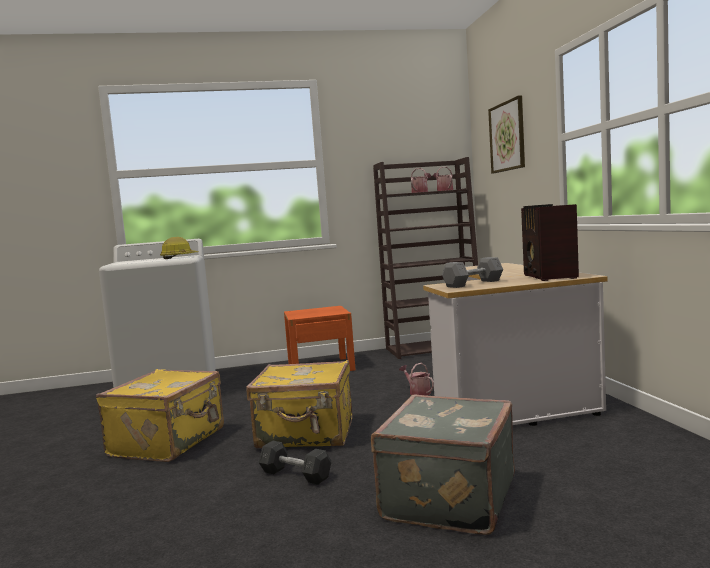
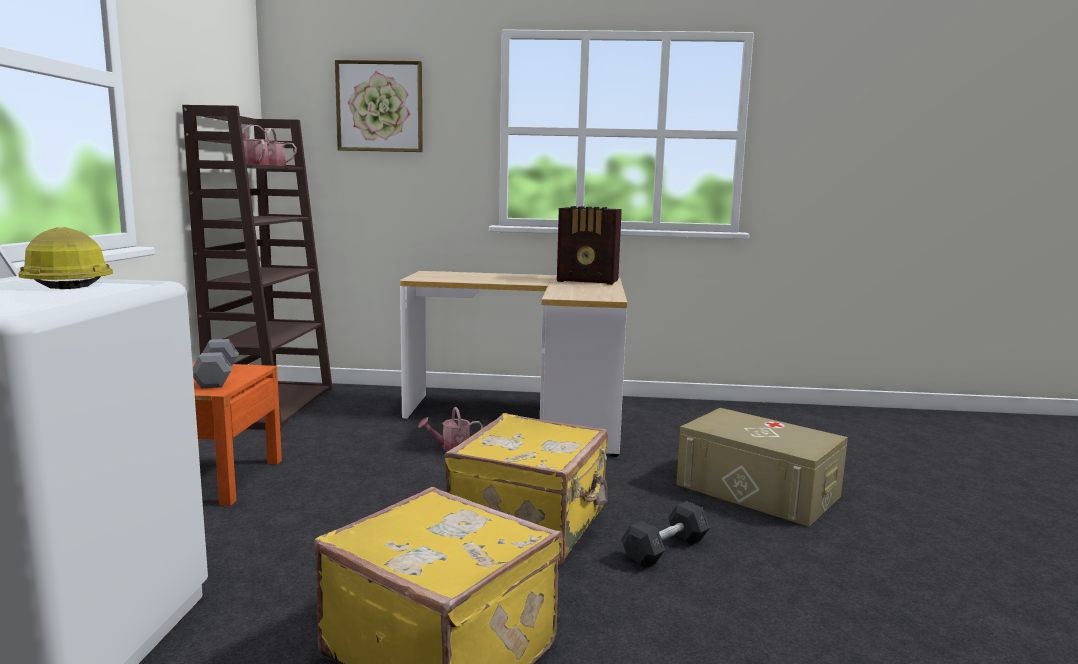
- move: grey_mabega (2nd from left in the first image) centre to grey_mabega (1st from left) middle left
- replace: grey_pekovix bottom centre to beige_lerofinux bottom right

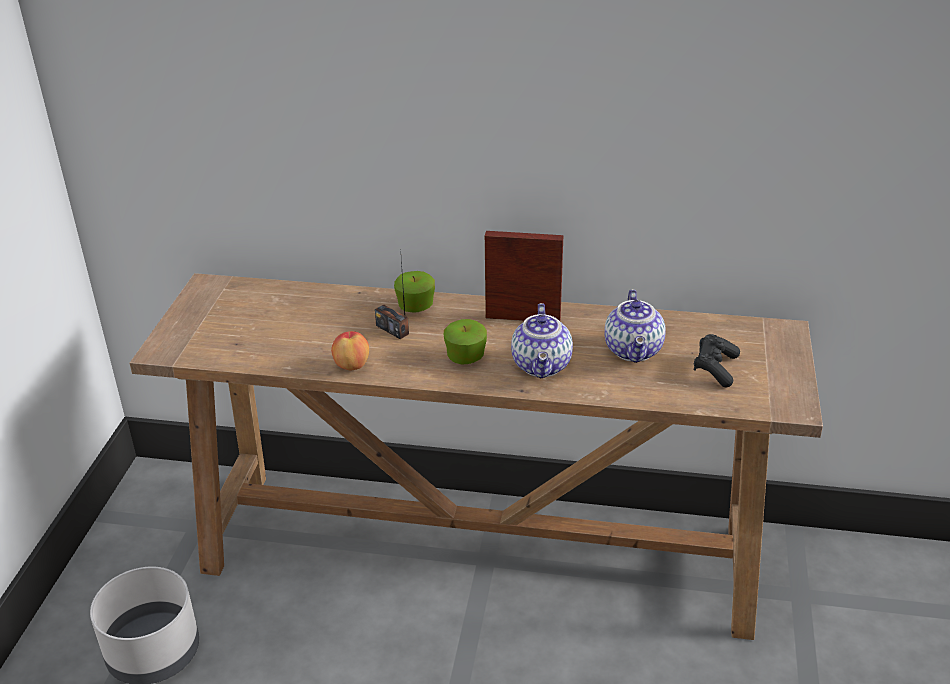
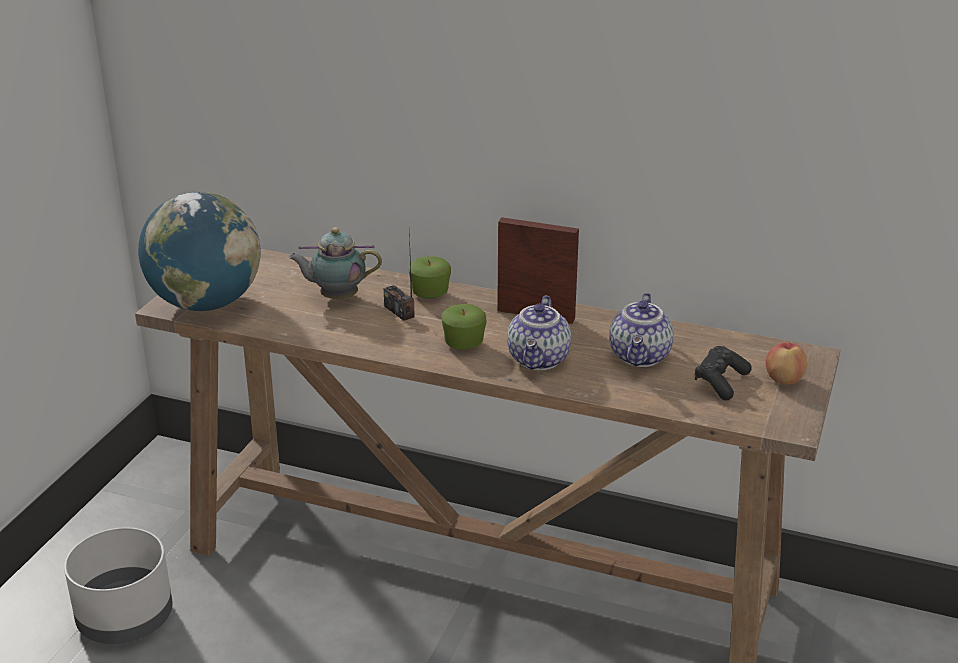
- move: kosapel (1st from left in the first image) centre to kosapel (3rd from left) middle right
- insert: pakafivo middle left
- insert: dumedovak (1st from left) centre

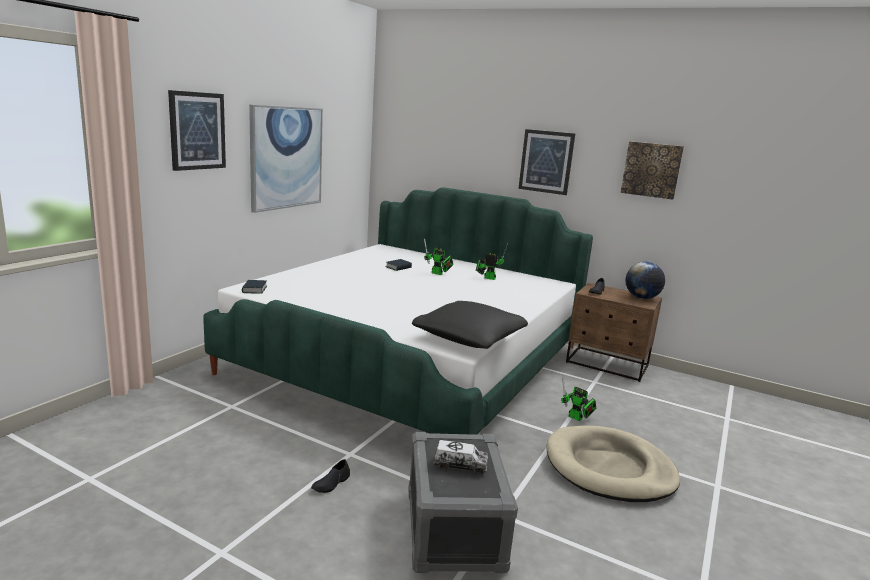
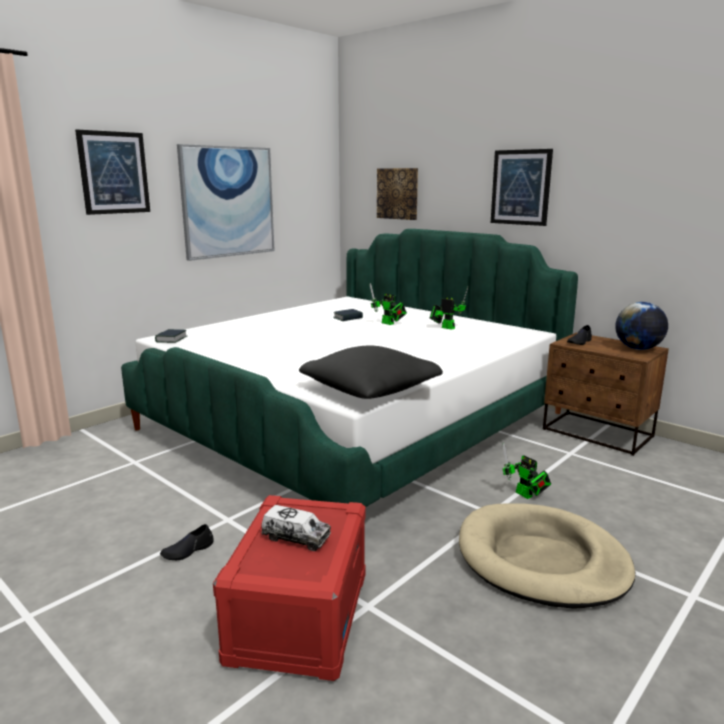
- move: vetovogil (4th from left in the first image) top right to vetovogil (3rd from left) top centre
- recolor: grey_lerofinux bottom centre to red_lerofinux bottom centre

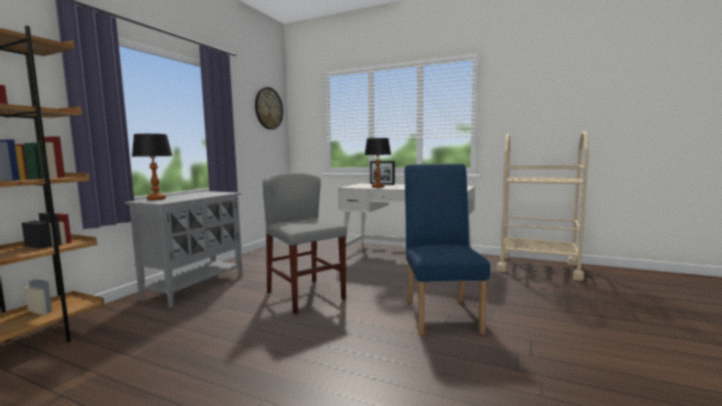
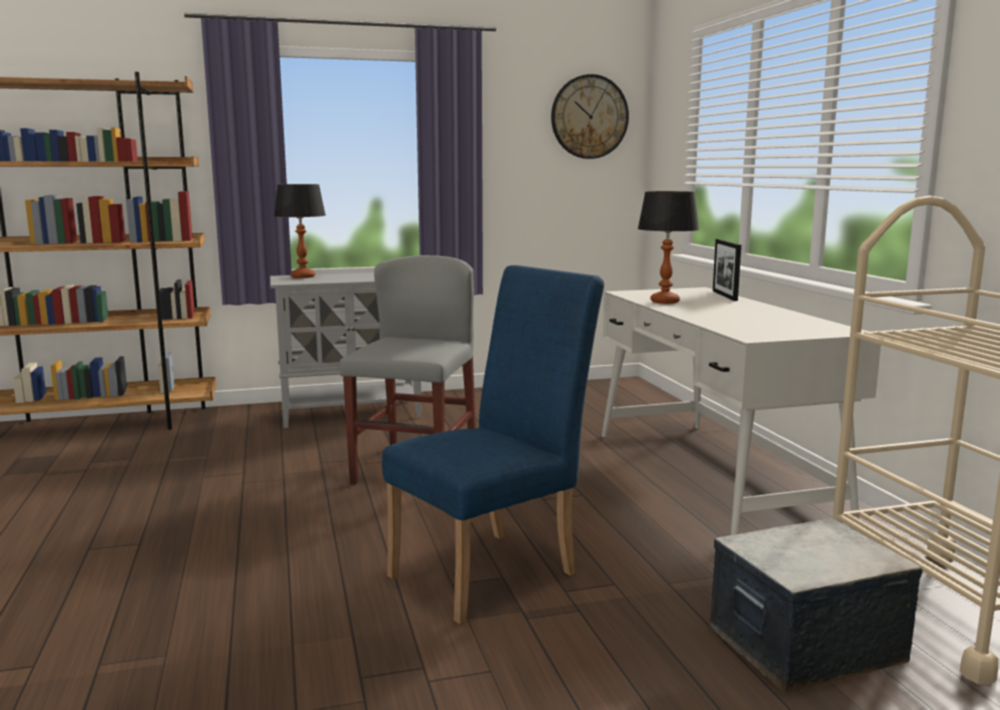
- insert: lerofinux bottom right

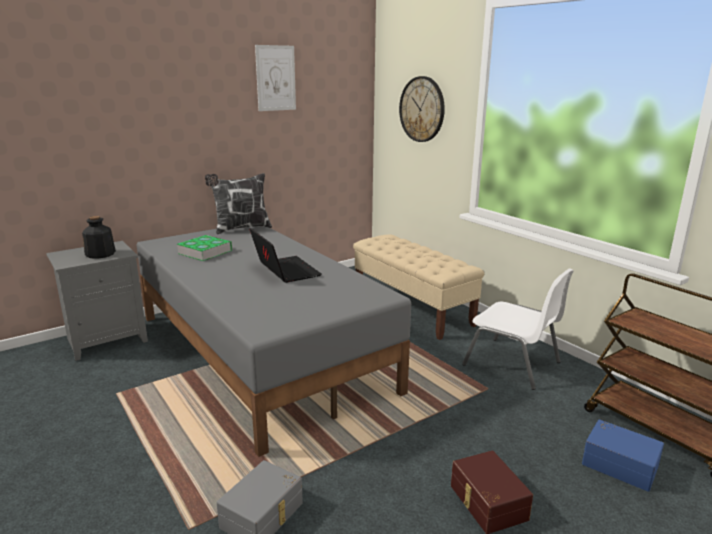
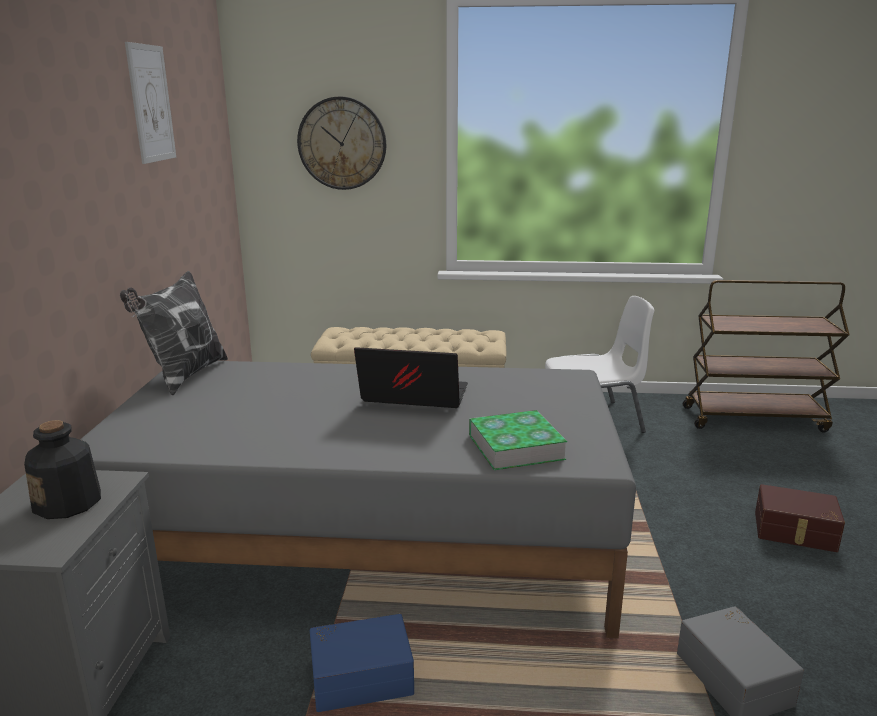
- move: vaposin middle left to centre
- move: blue_lerofinux bottom right to bottom centre

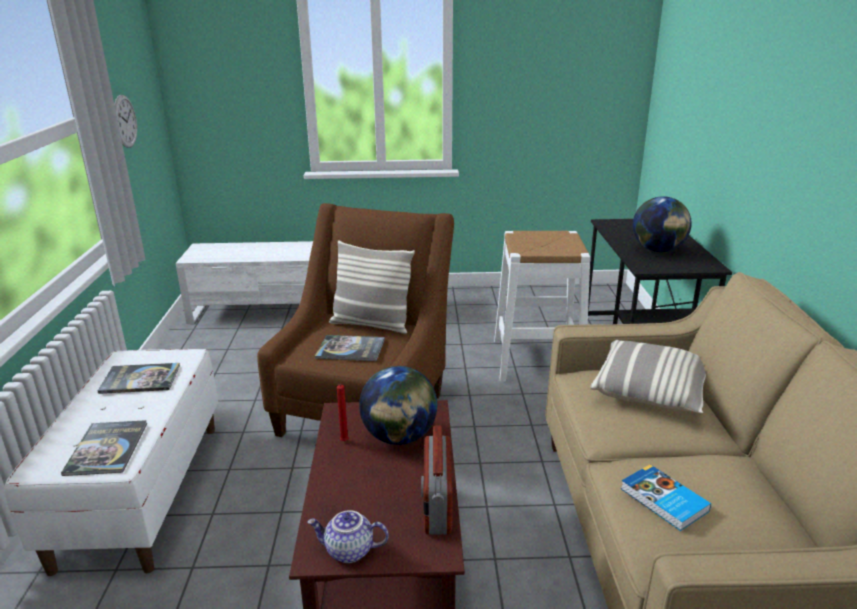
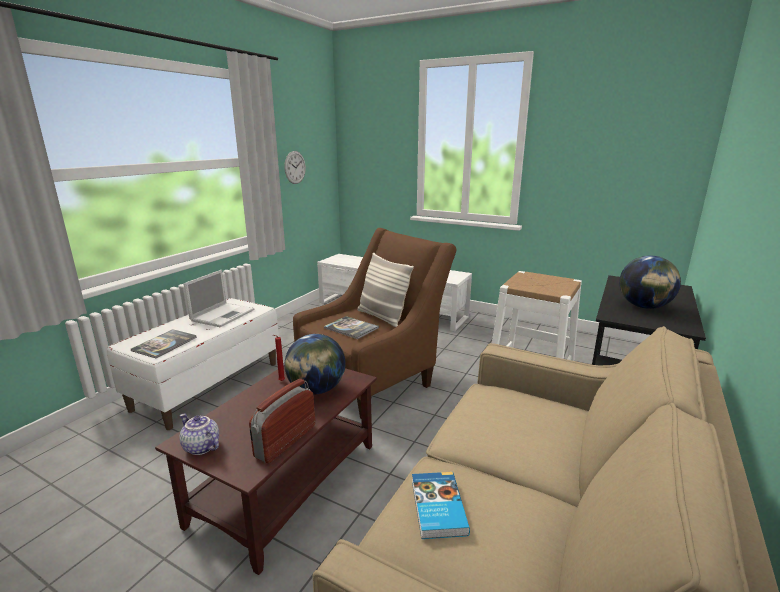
- delete: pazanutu (2nd from left) middle right
- replace: vaposin (2nd from left) middle left to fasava middle left

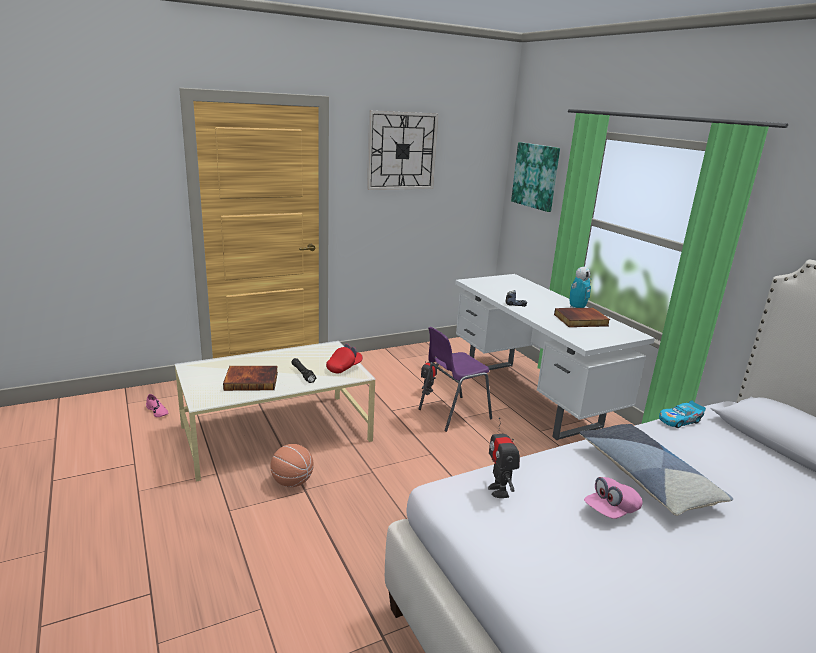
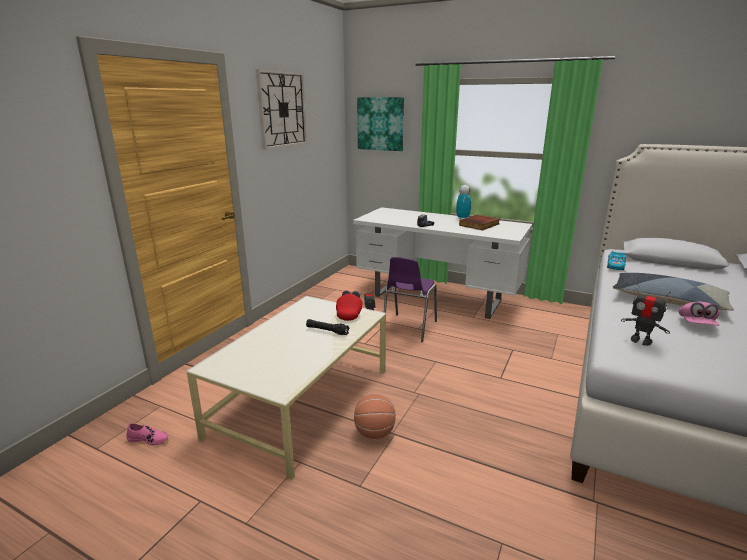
- delete: vaposin (1st from left) middle left

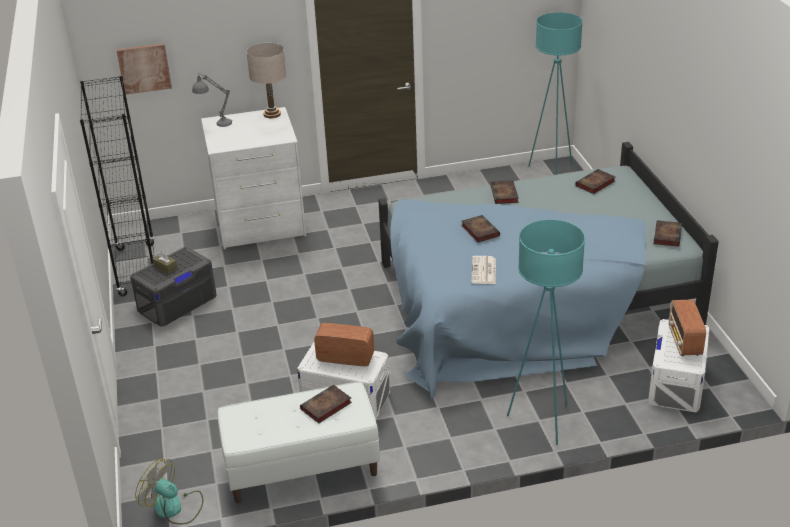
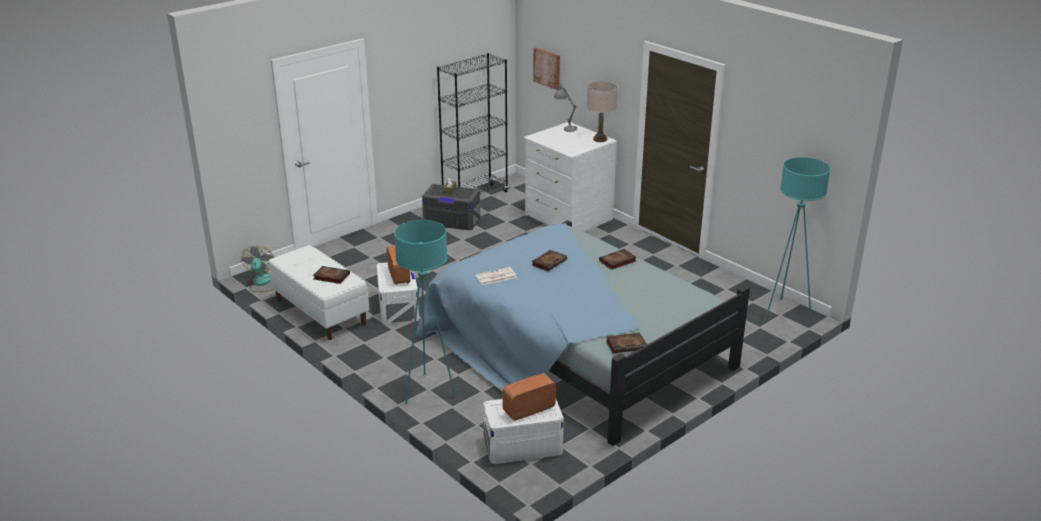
- delete: vaposin (4th from left) middle right

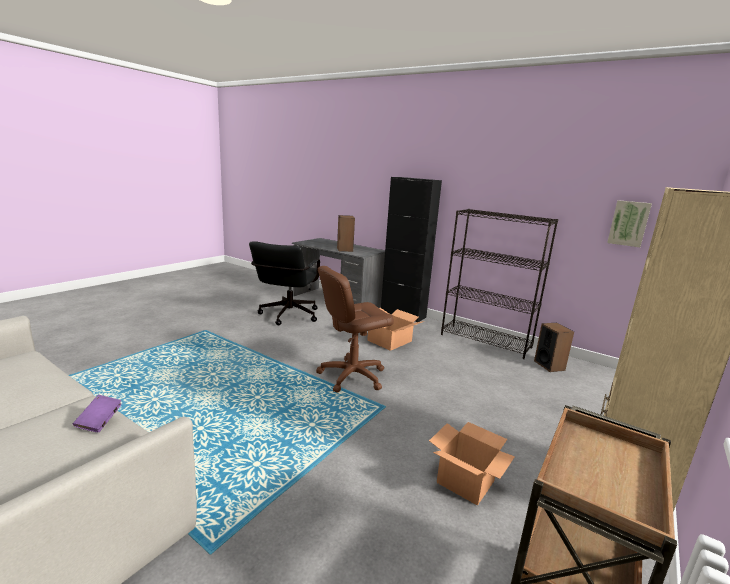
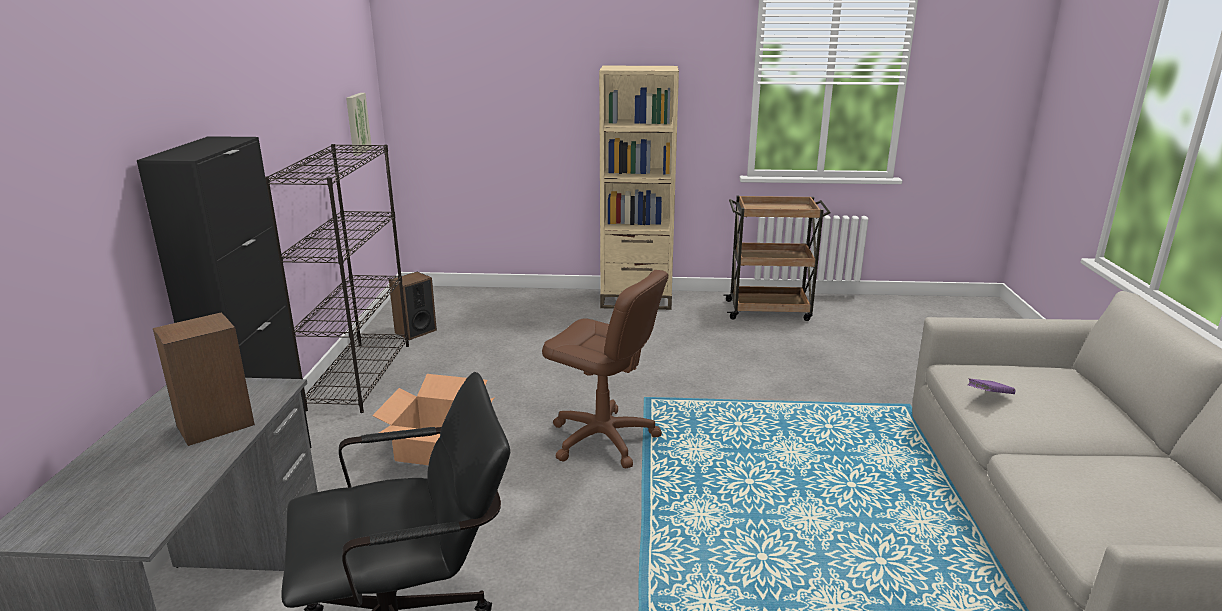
- delete: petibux (2nd from left) bottom centre

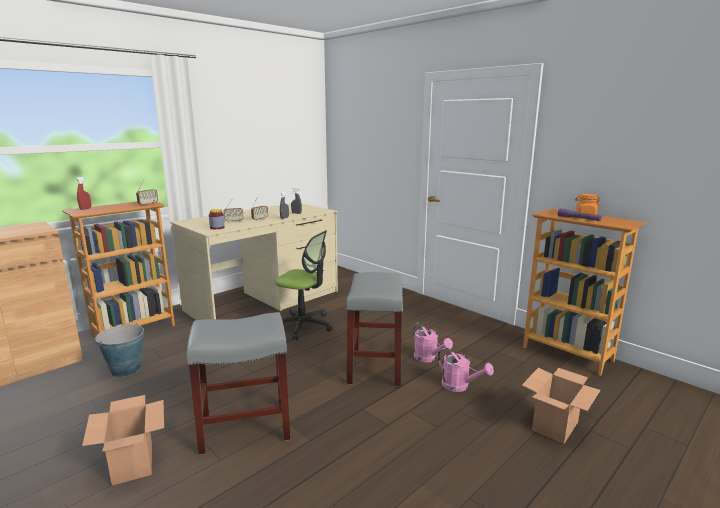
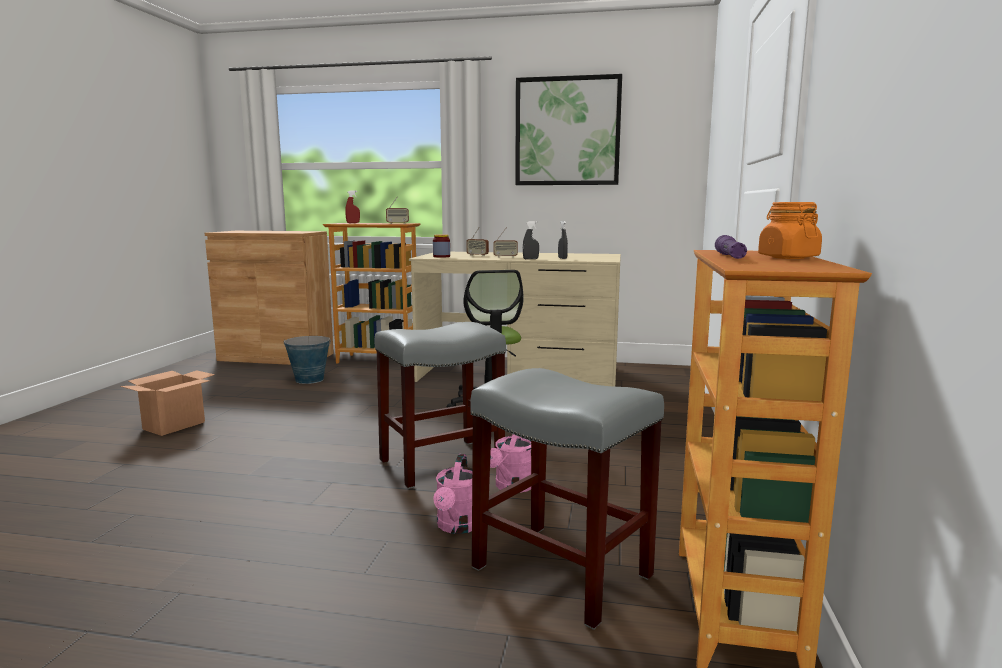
- move: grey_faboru (1st from left in the first image) bottom left to grey_faboru (2nd from left) bottom centre
- delete: petibux (2nd from left) bottom right
- insert: vetovogil top centre

